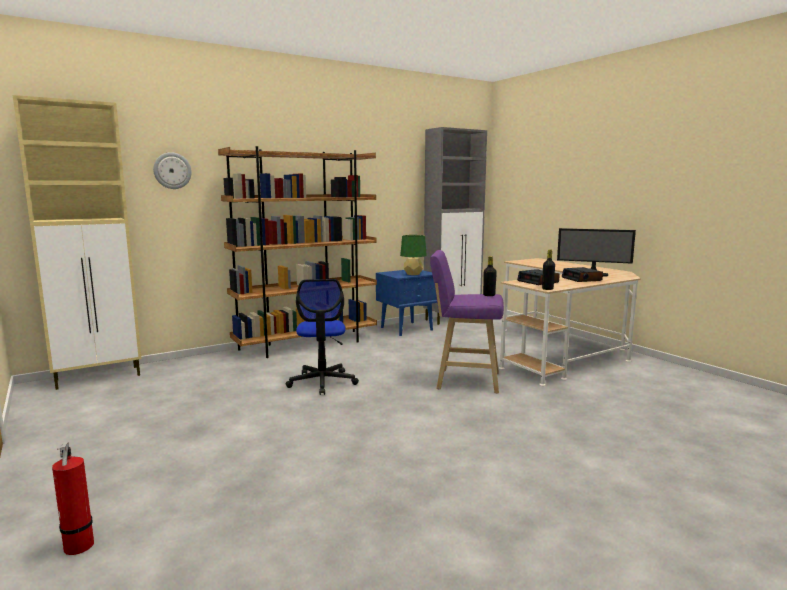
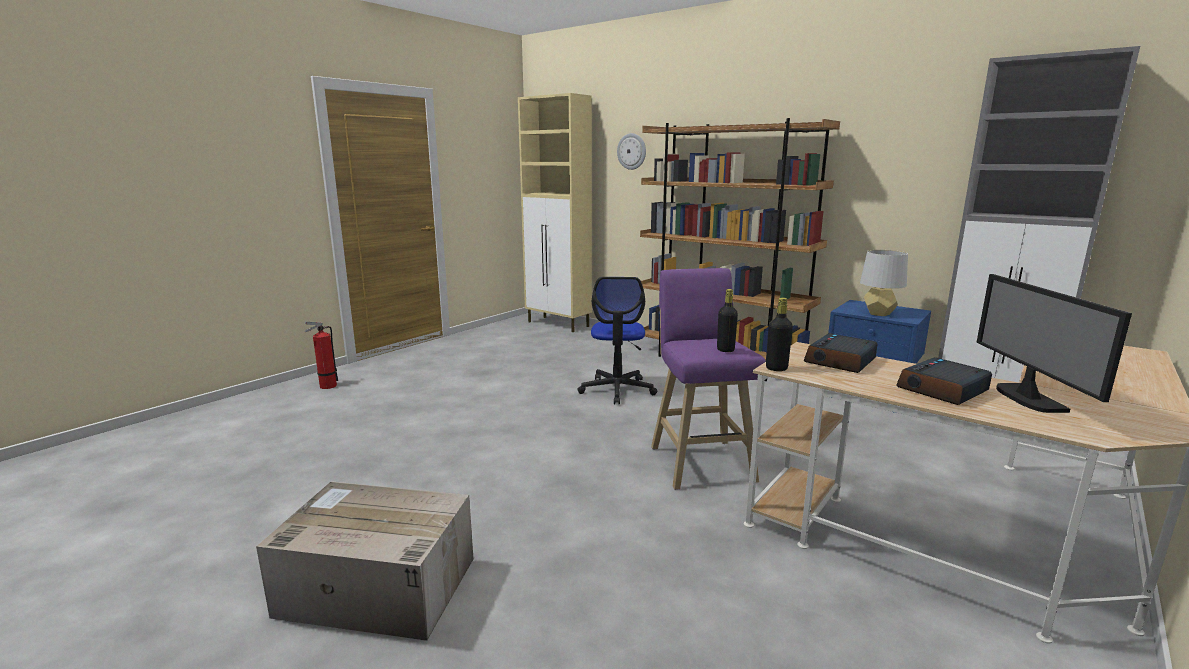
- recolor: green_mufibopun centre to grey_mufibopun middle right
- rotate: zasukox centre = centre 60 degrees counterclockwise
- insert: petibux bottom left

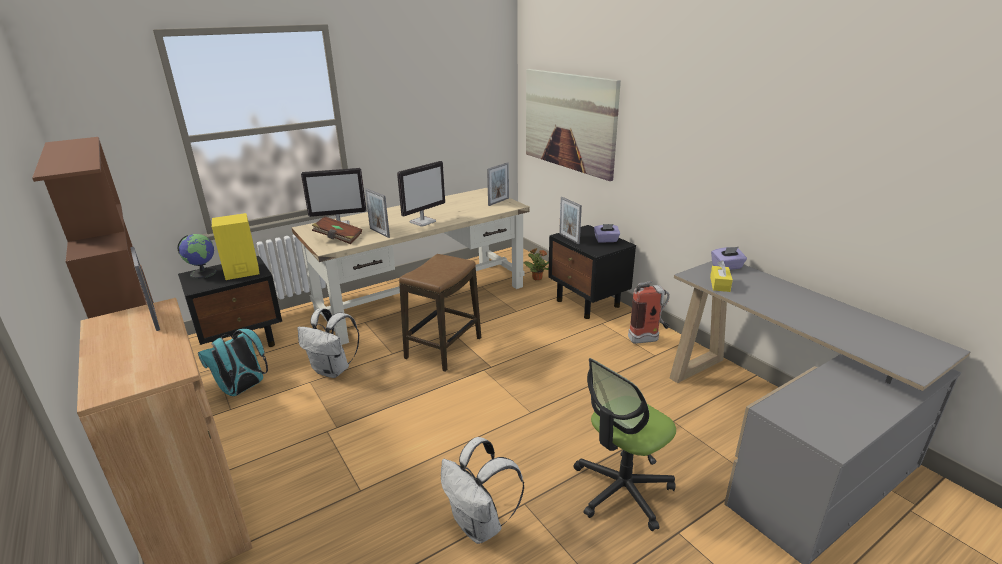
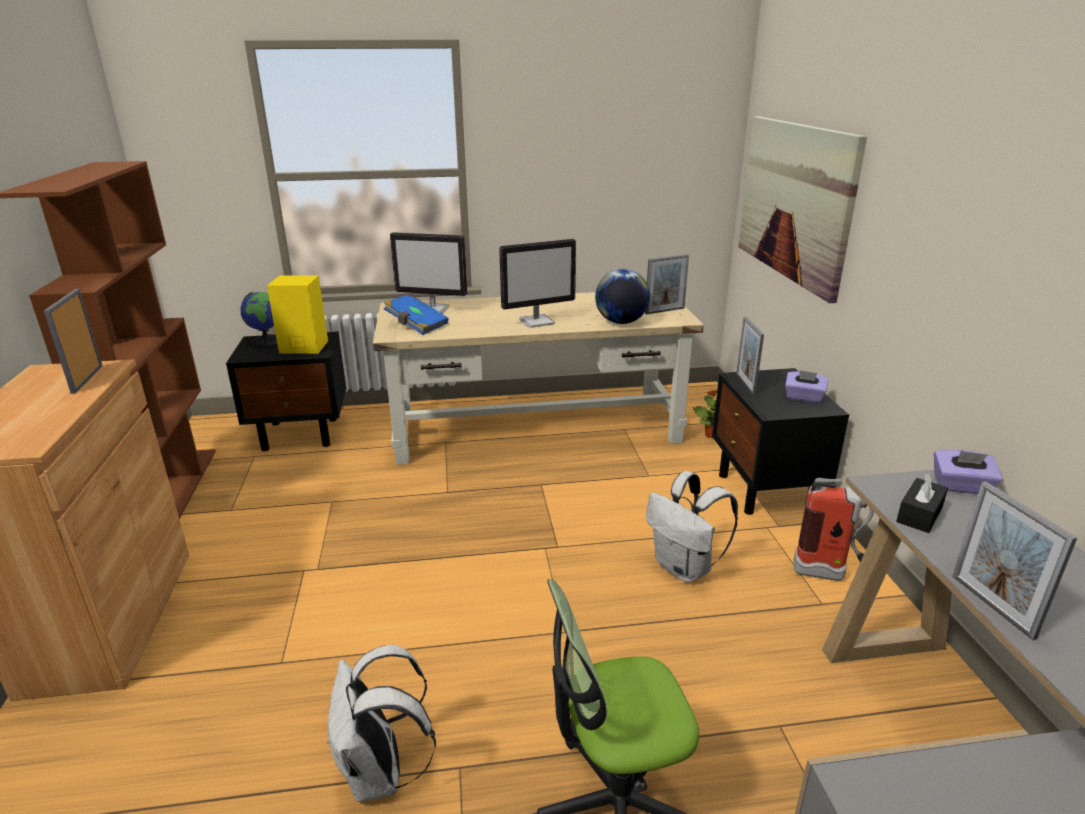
- move: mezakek (2nd from left in the first image) centre to mezakek (4th from left) bottom right
- recolor: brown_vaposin centre to blue_vaposin centre
- delete: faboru centre
- recolor: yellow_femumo middle right to black_femumo middle right
- move: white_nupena (1st from left in the first image) middle left to white_nupena (2nd from left) centre
- delete: turquoise_nupena middle left
- insert: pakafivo (2nd from left) centre

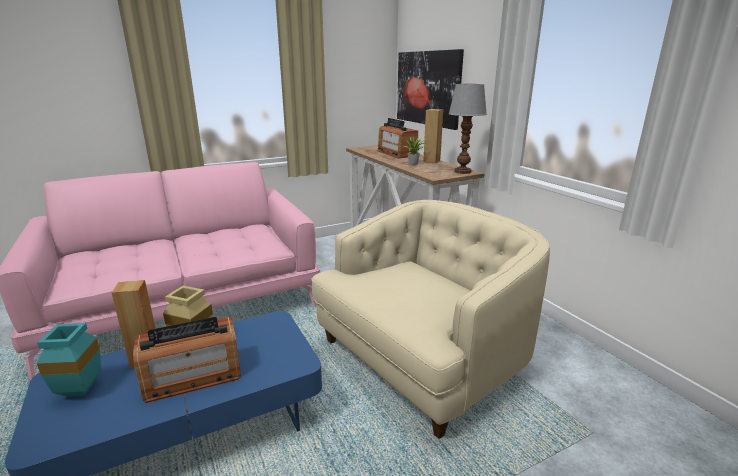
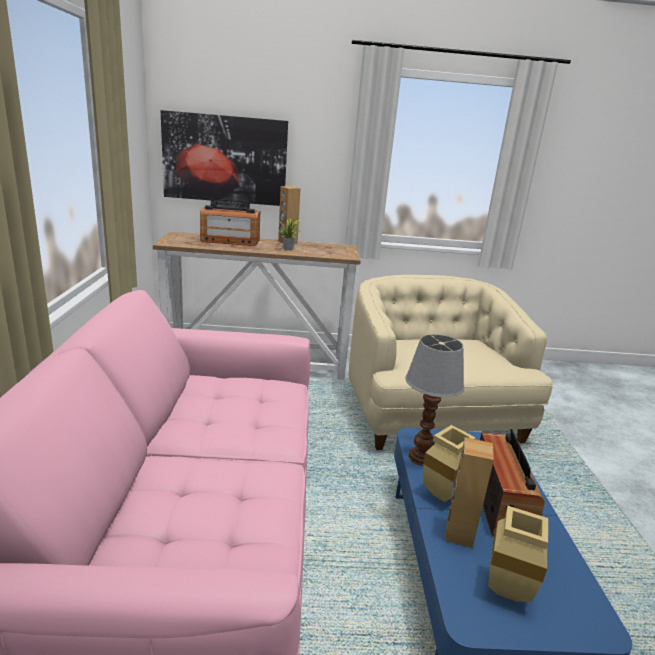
- move: mufibopun top centre to centre
- recolor: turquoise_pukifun bottom left to beige_pukifun (2nd from left) bottom right

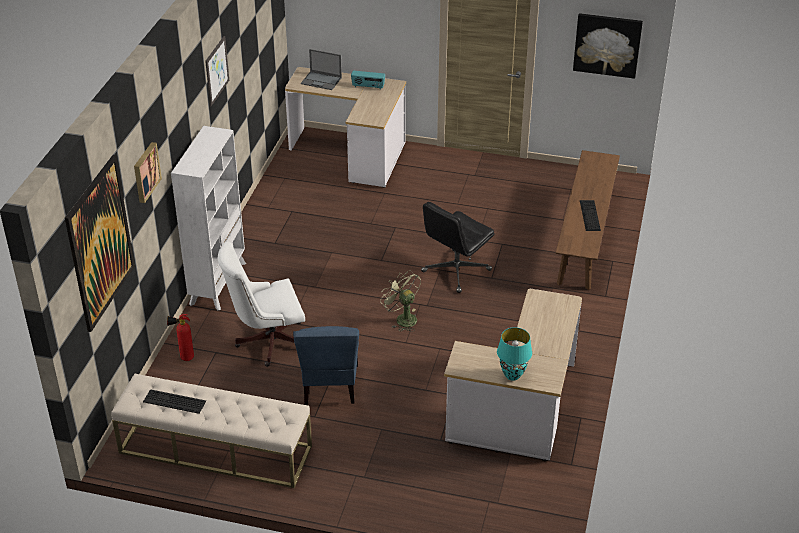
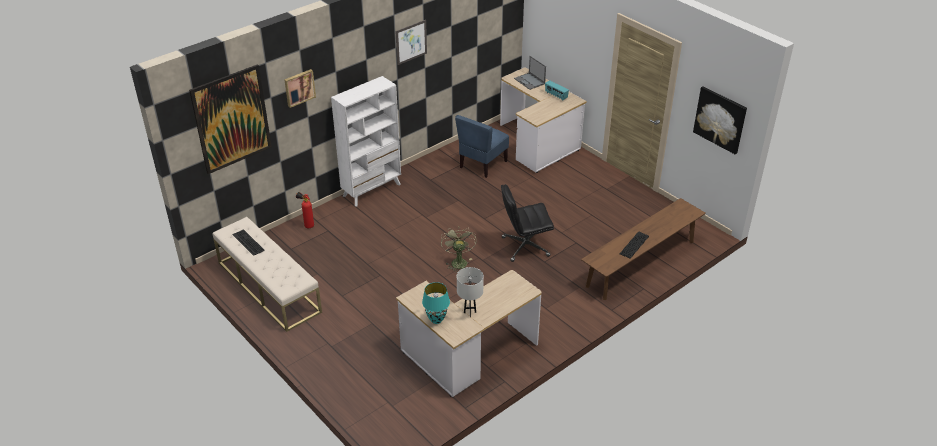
- delete: white_zasukox middle left
- move: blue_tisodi bottom centre to top centre
- insert: white_mufibopun centre

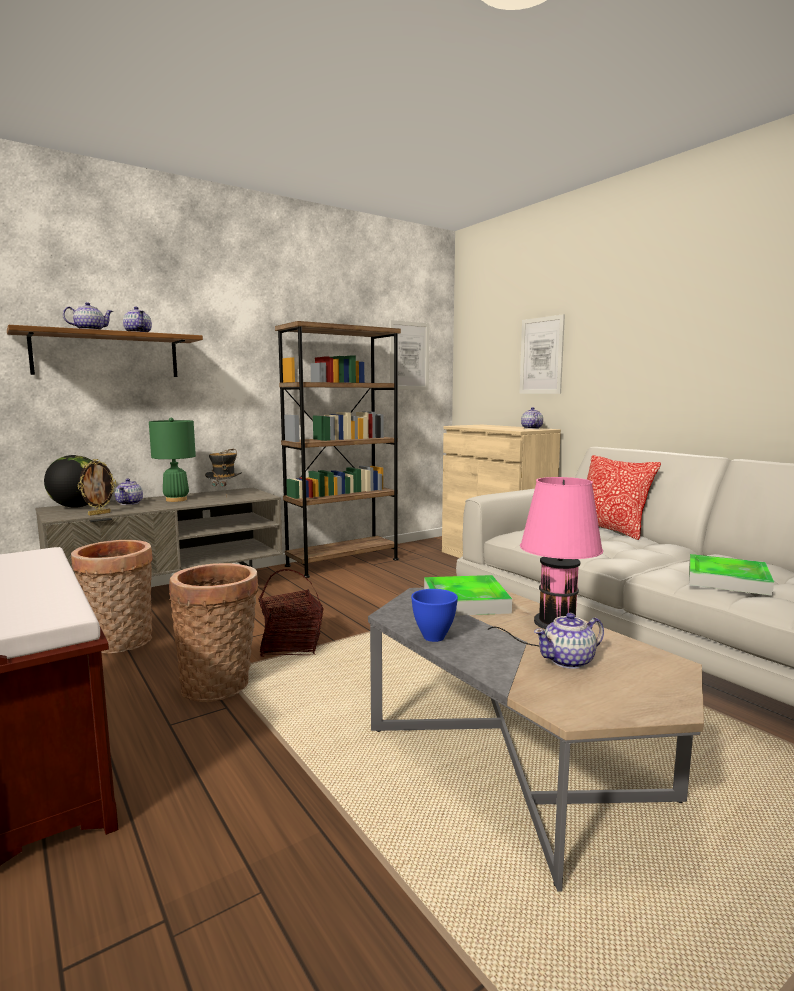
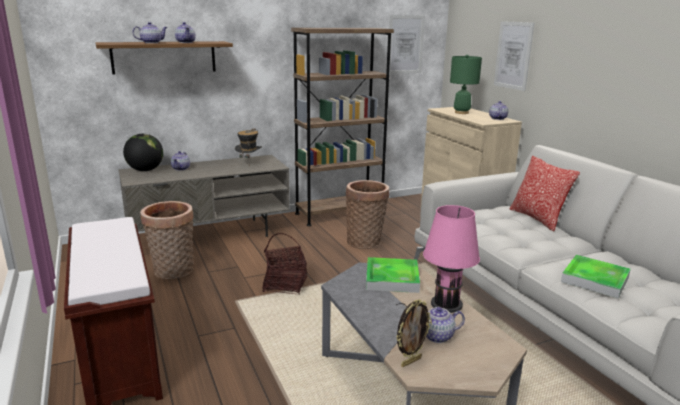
- move: green_mufibopun middle left to top right
- move: mezakek middle left to bottom centre
- move: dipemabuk (2nd from left in the first image) middle left to dipemabuk (3rd from left) centre
- delete: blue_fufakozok centre

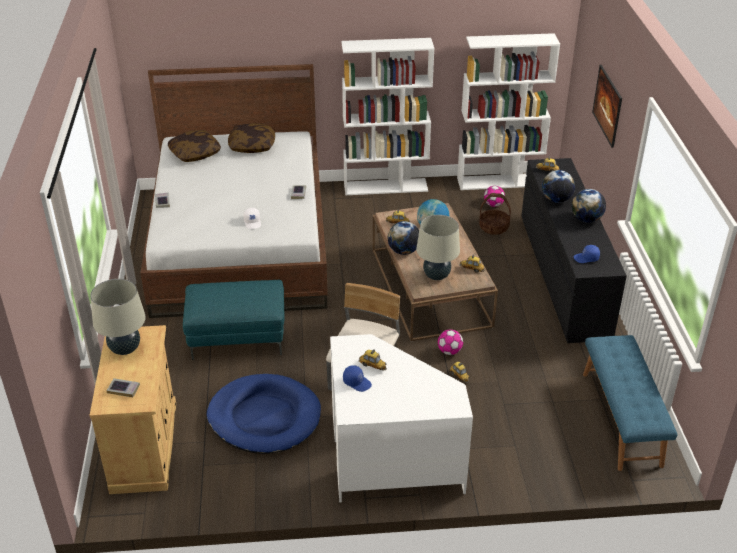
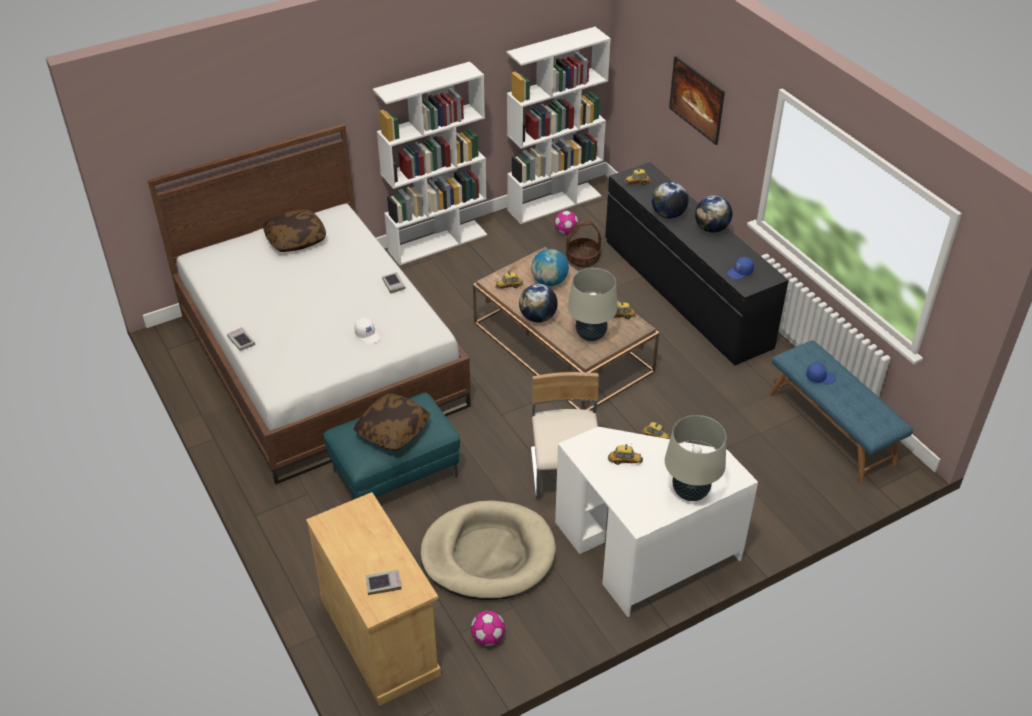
- move: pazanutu (1st from left in the first image) top left to pazanutu (2nd from left) centre
- move: beige_mufibopun (1st from left in the first image) middle left to beige_mufibopun (2nd from left) middle right
- move: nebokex (1st from left) centre to bottom centre
- move: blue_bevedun (1st from left in the first image) bottom centre to blue_bevedun (2nd from left) middle right
- recolor: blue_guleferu bottom centre to beige_guleferu bottom centre

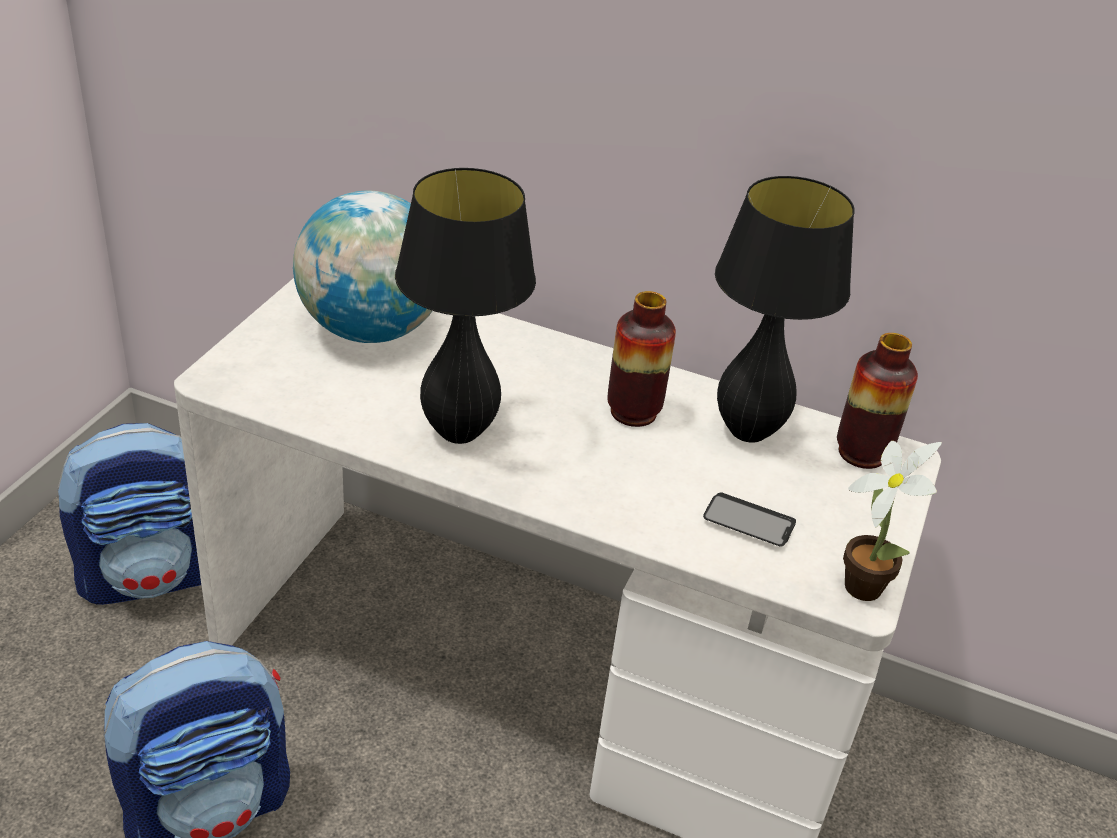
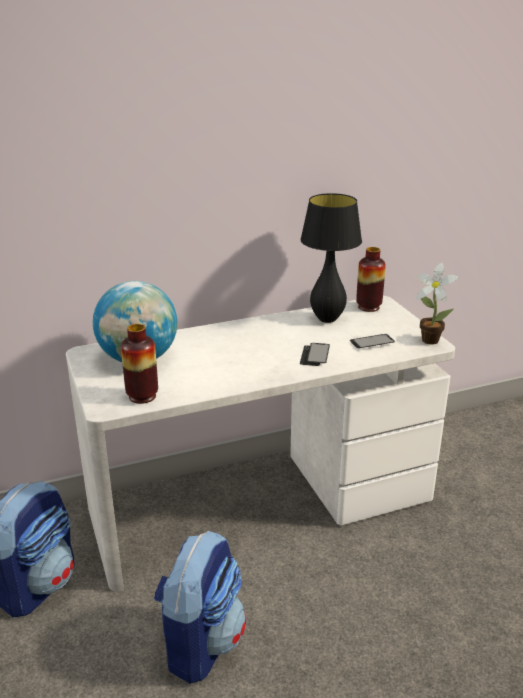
- delete: black_mufibopun (1st from left) centre
- move: pukifun (1st from left) centre to middle left
- insert: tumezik (1st from left) centre

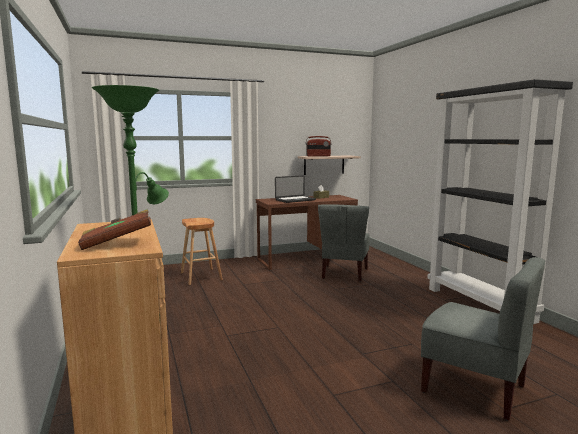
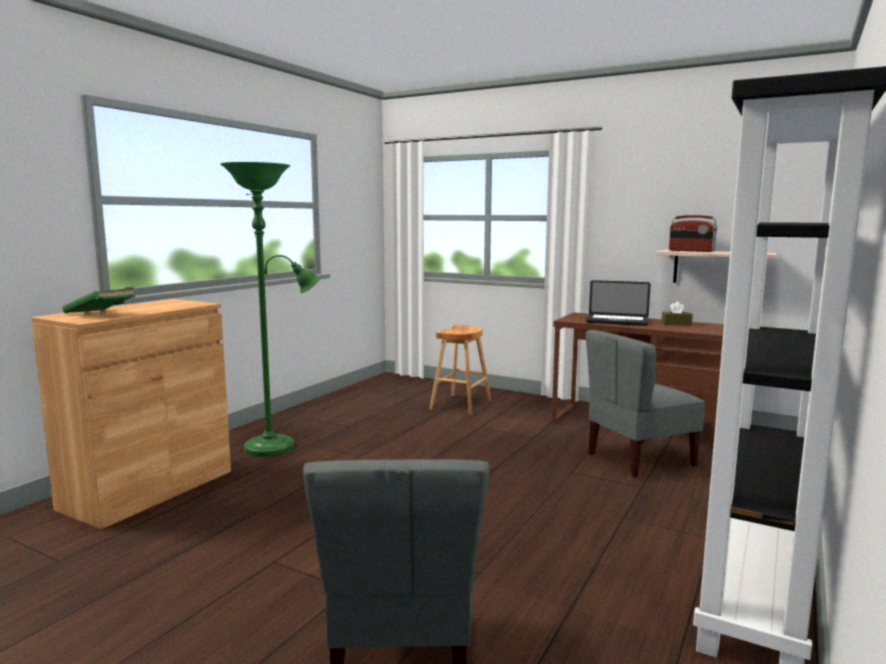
- recolor: brown_vaposin middle left to green_vaposin middle left

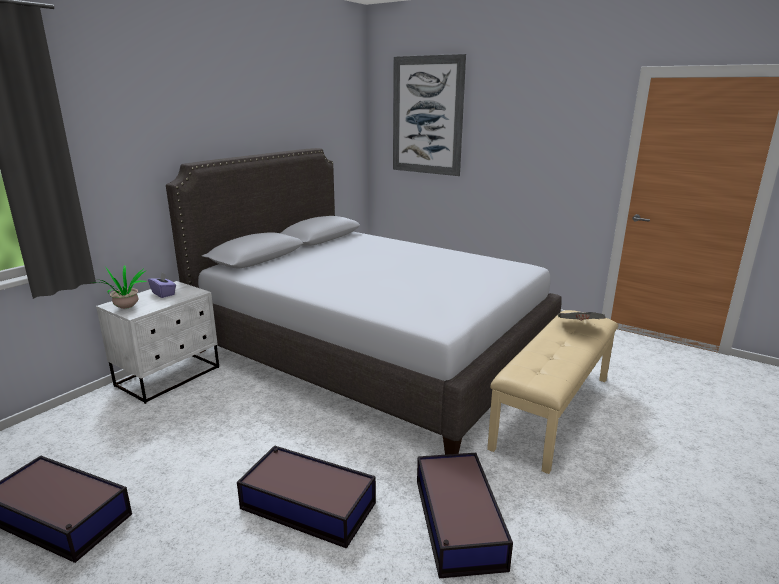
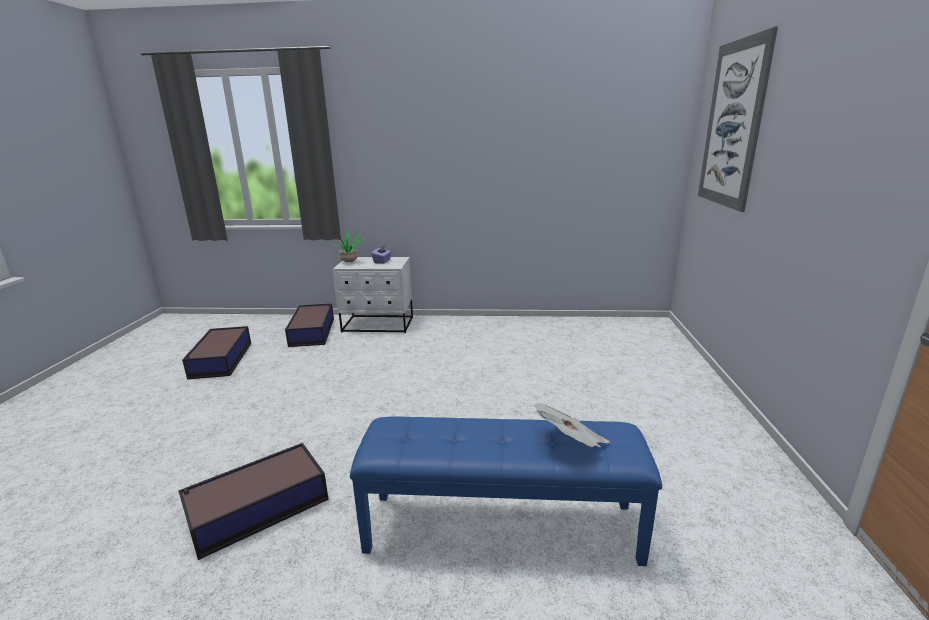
- delete: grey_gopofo centre
- recolor: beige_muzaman bottom right to blue_muzaman bottom centre
- move: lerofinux (2nd from left in the first image) bottom centre to lerofinux (3rd from left) middle left

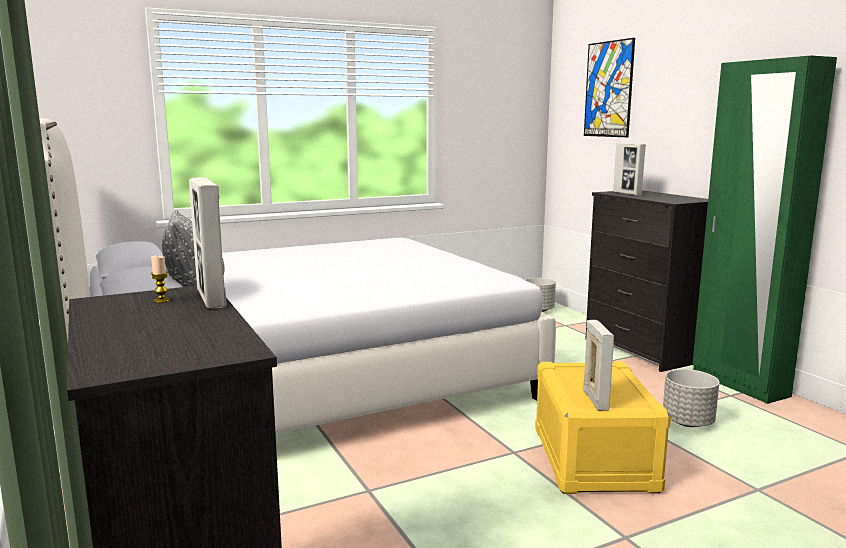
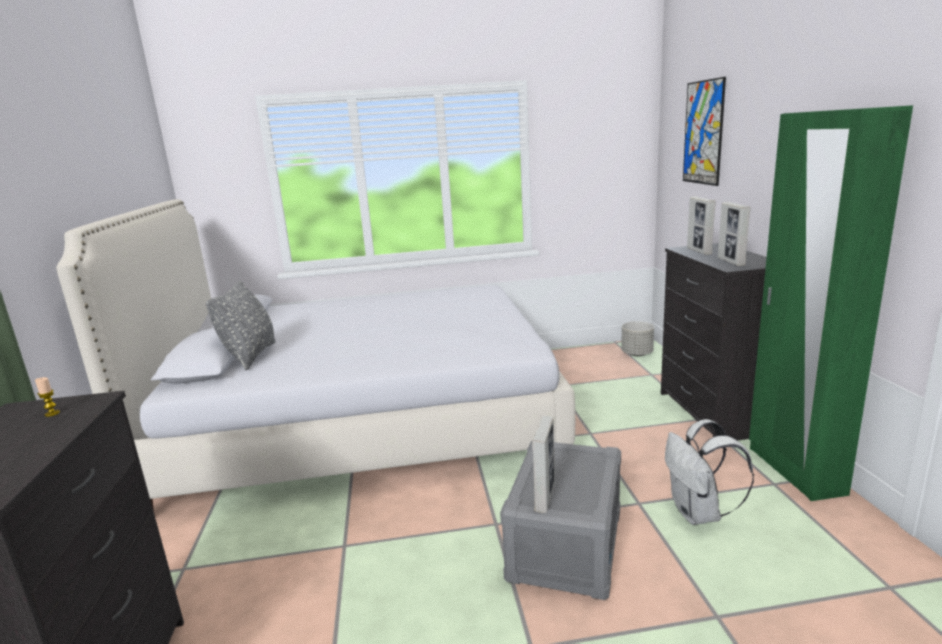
- move: mezakek (1st from left in the first image) middle left to mezakek (3rd from left) middle right
- recolor: yellow_lerofinux bottom right to grey_lerofinux bottom centre
- replace: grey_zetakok (2nd from left) bottom right to white_nupena bottom right

